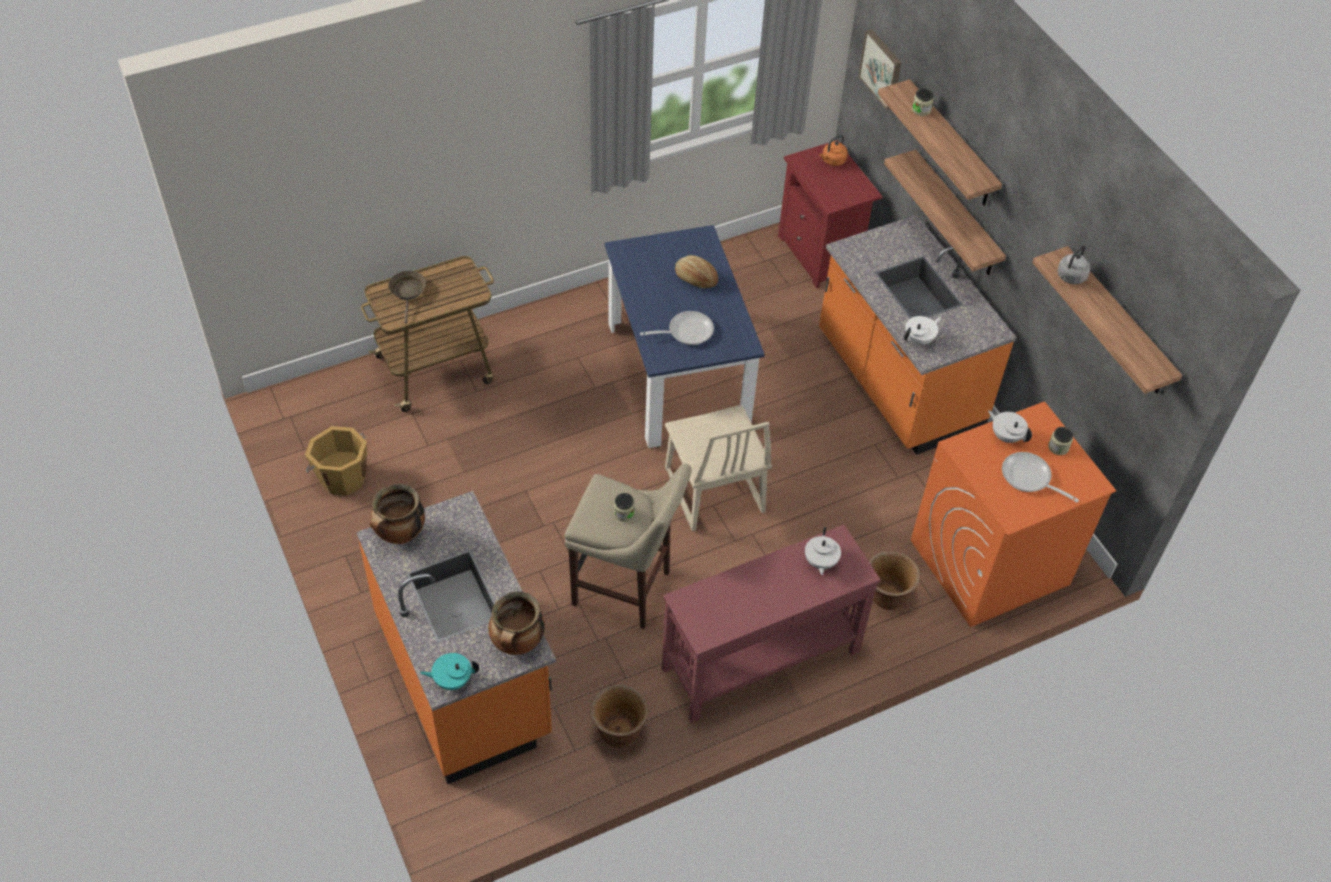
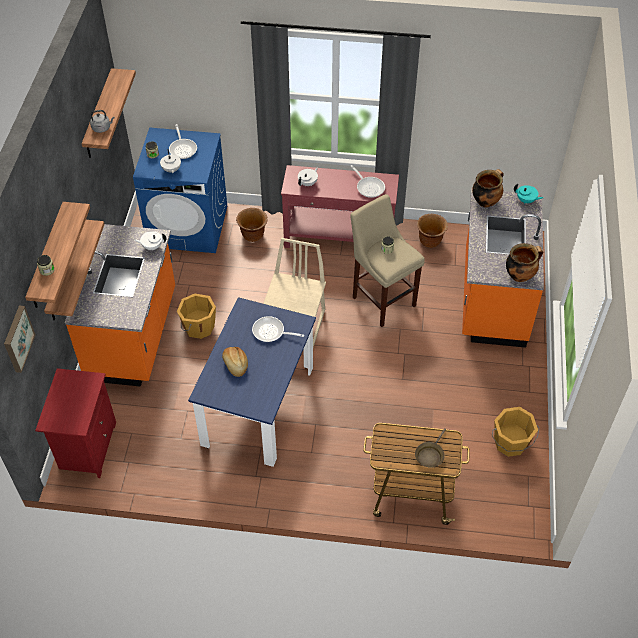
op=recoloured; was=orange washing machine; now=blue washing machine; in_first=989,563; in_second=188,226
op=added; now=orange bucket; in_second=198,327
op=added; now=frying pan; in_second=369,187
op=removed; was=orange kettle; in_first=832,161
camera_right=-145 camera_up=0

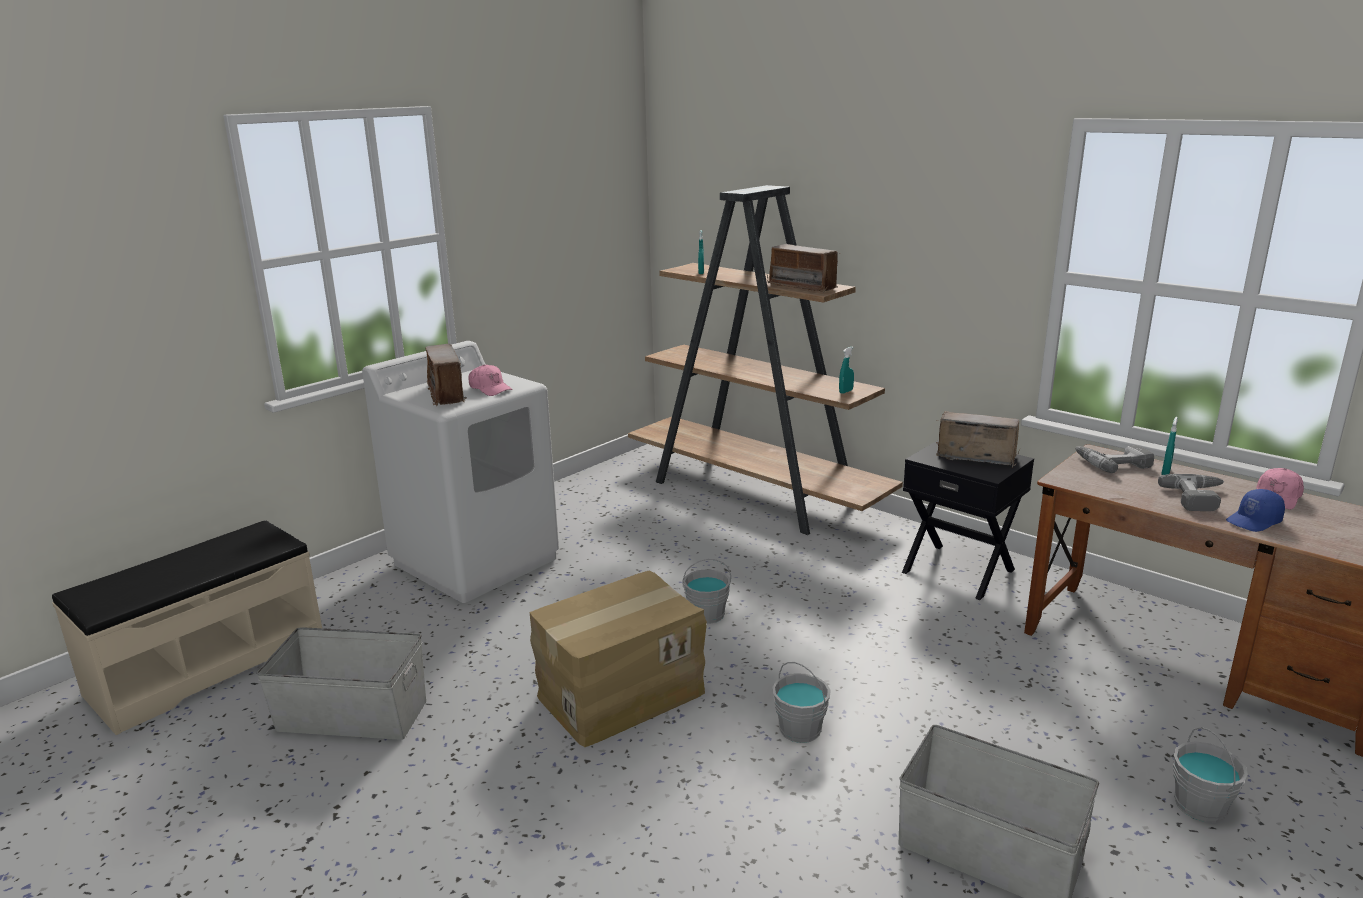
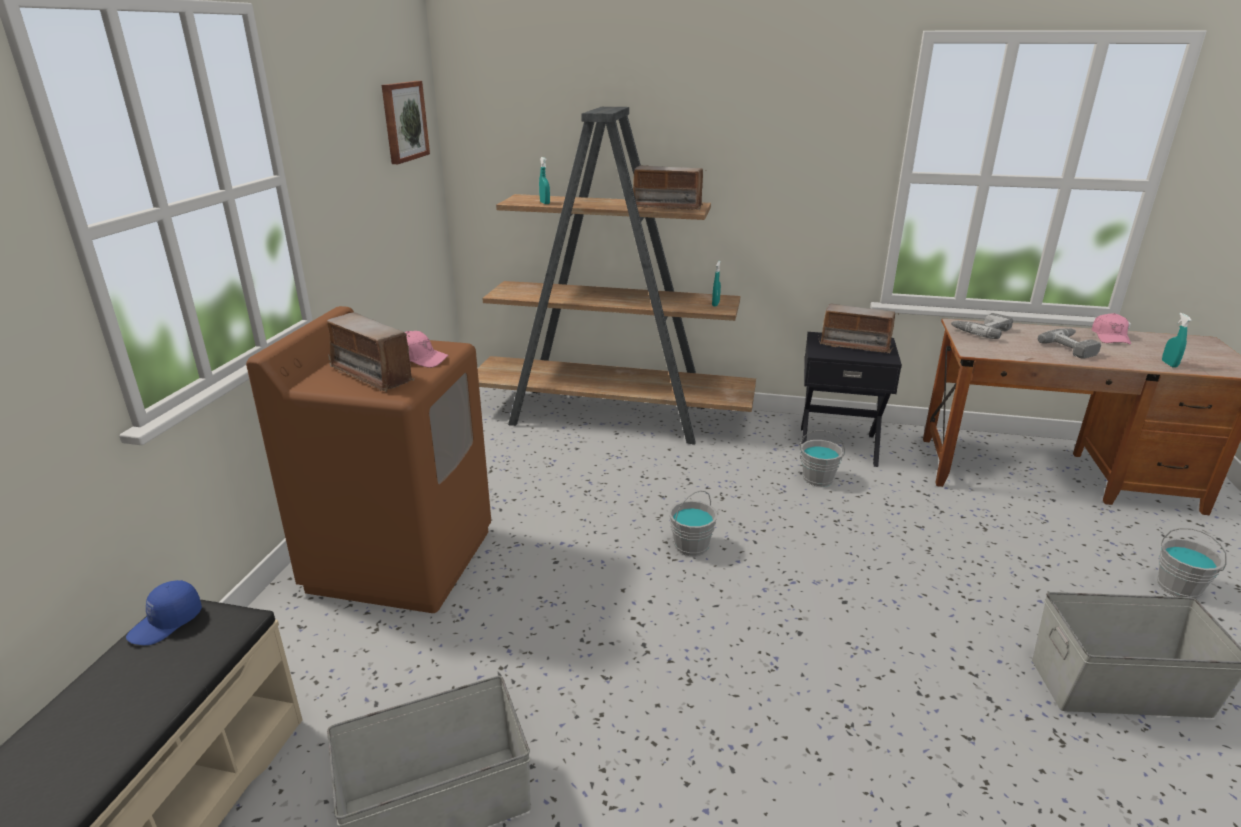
op=moved; was=blue cap; in_first=1254,521; in_second=166,623
op=recoloured; was=white washing machine; now=brown washing machine; in_first=476,561; in_second=402,558
op=added; now=picture; in_second=404,121
op=moved; was=grey bucket; in_first=800,729; in_second=818,478
op=turned; was=radio; in_first=975,457; in_second=855,345; clockwise=-150
op=moved; was=turquoise spray bottle; in_first=1165,472; in_second=1169,364
op=removed; was=cardboard box; in_first=620,693
camera_right=-30 camera_up=5

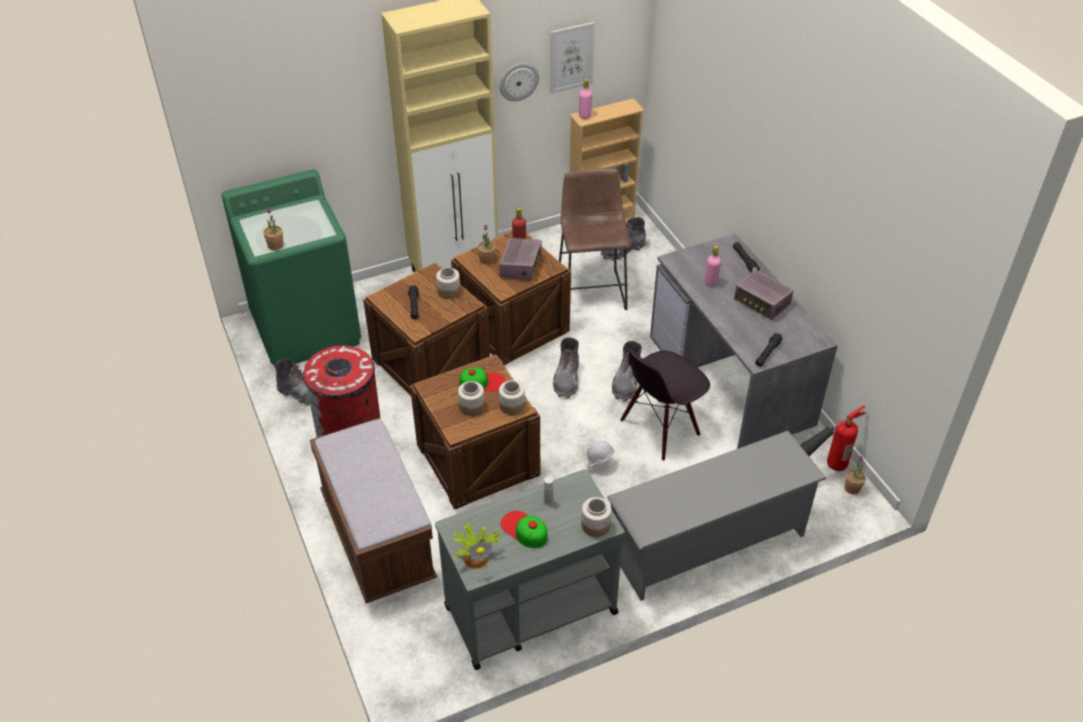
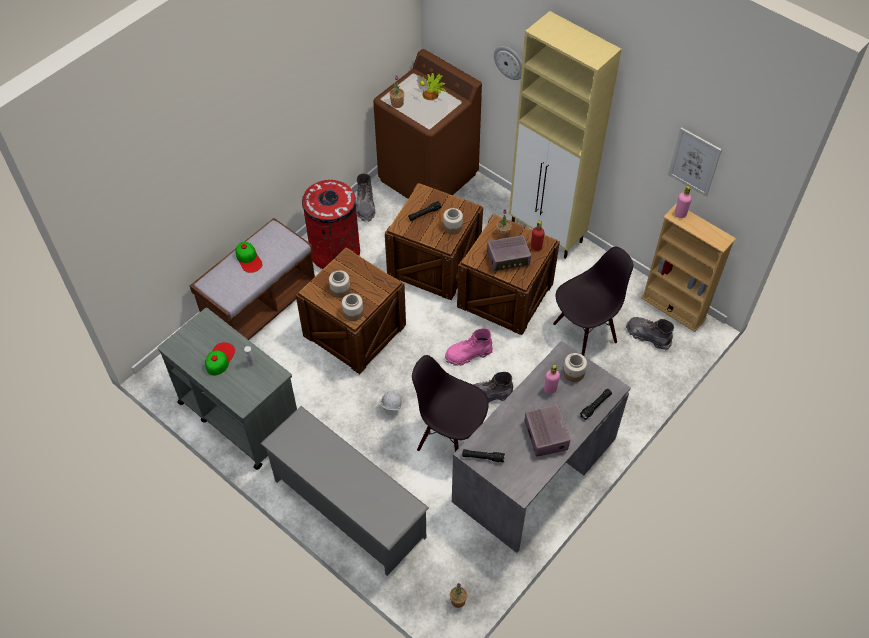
op=moved; was=cap; in_first=482,382; in_second=248,259
op=recoloured; was=green washing machine; now=brown washing machine; in_first=307,328; in_second=428,177
op=moved; was=potted plant; in_first=476,556; in_second=431,94
op=recoloured; was=grey boot; now=pink boot; in_first=566,379; in_second=468,354
op=moved; was=wall clock; in_first=518,81; in_second=509,62
op=turned; was=radio; in_first=762,303; in_second=546,435; clockwise=150
op=replaced; was=brown stool; now=black chair; in_first=591,288; in_second=584,332
op=moved; was=jar; in_first=596,525; in_second=573,373
op=removed; was=fire extinguisher; in_first=821,470
camera_right=65 camera_up=10

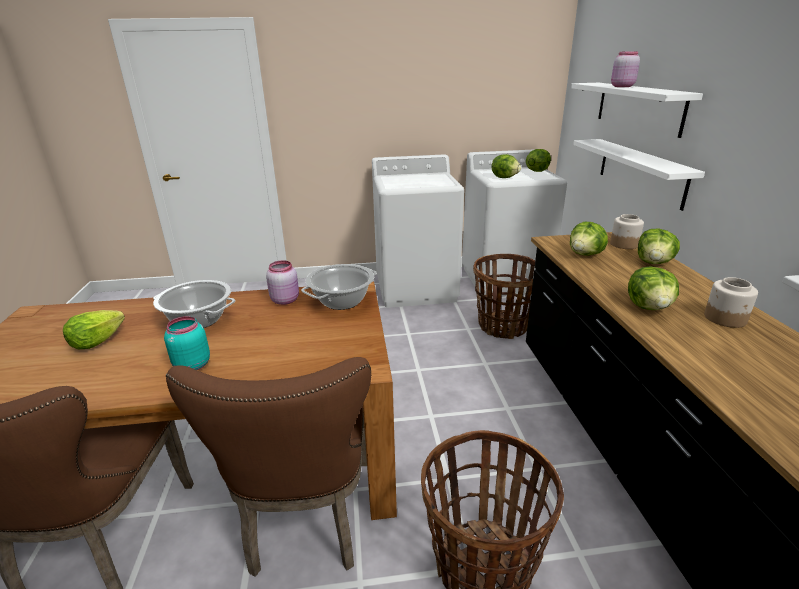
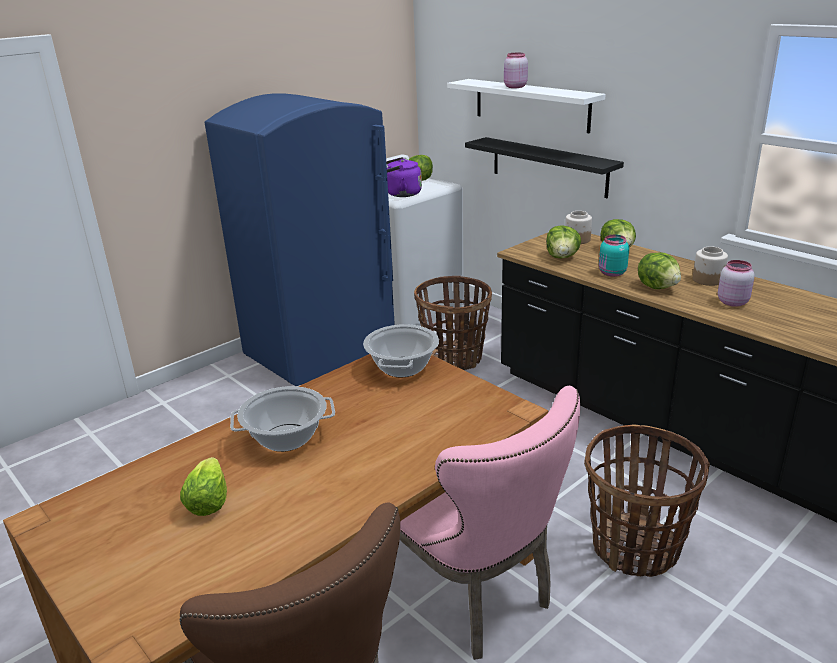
op=replaced; was=white washing machine; now=blue fridge; in_first=416,288; in_second=322,350
op=replaced; was=lettuce; now=purple kettle; in_first=505,177; in_second=401,194
op=recoloured; was=brown chair; now=pink chair; in_first=308,521; in_second=475,597
op=recoloured; was=white shelf; now=black shelf; in_first=640,171; in_second=548,166
op=moved; was=turquoise jar; in_first=191,365; in_second=611,273
op=moved; was=pink jar; in_first=285,300; in_second=732,302
camera_right=-35 camera_up=0

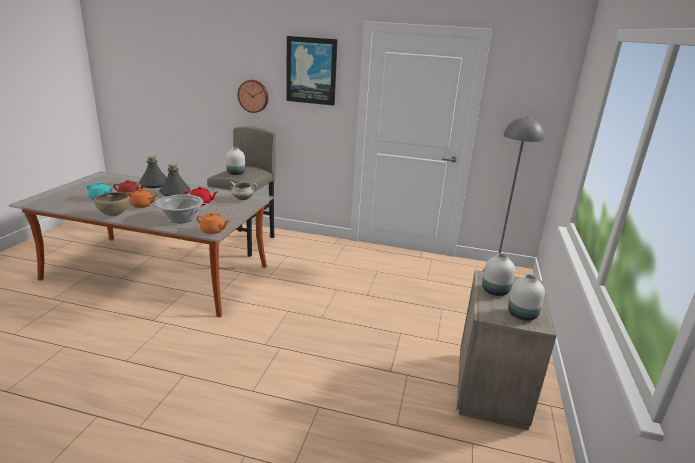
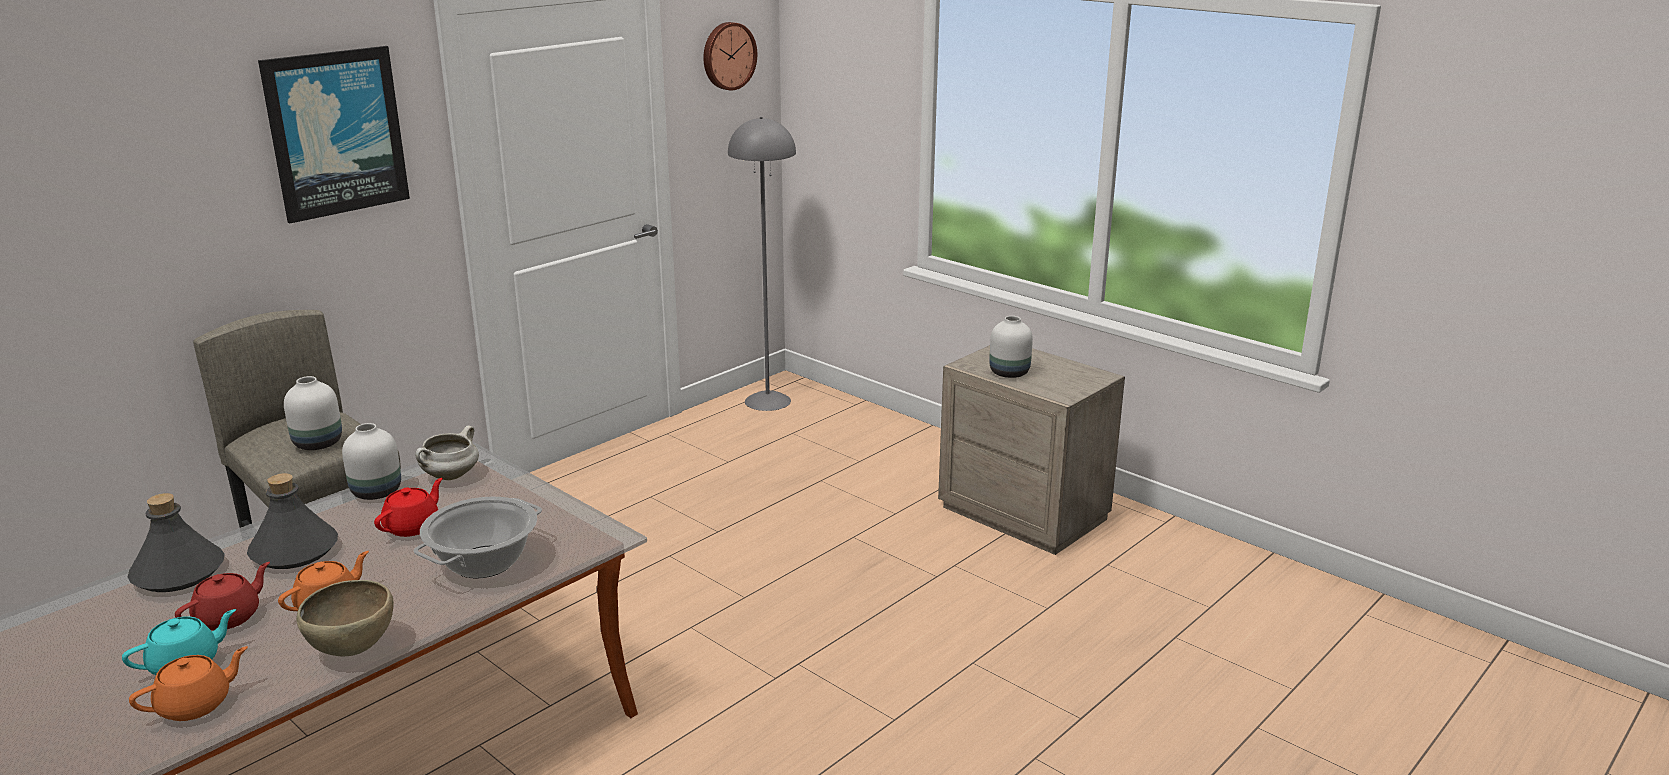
op=moved; was=orange teapot; in_first=213,231; in_second=196,705
op=moved; was=white vase; in_first=521,315; in_second=376,493
op=moved; was=wall clock; in_first=253,96; in_second=728,56
camera_right=-60 camera_up=0

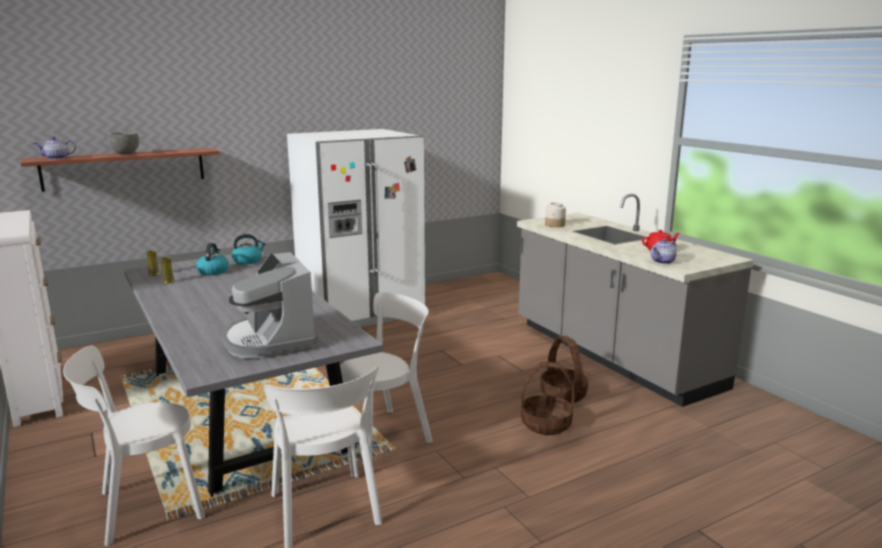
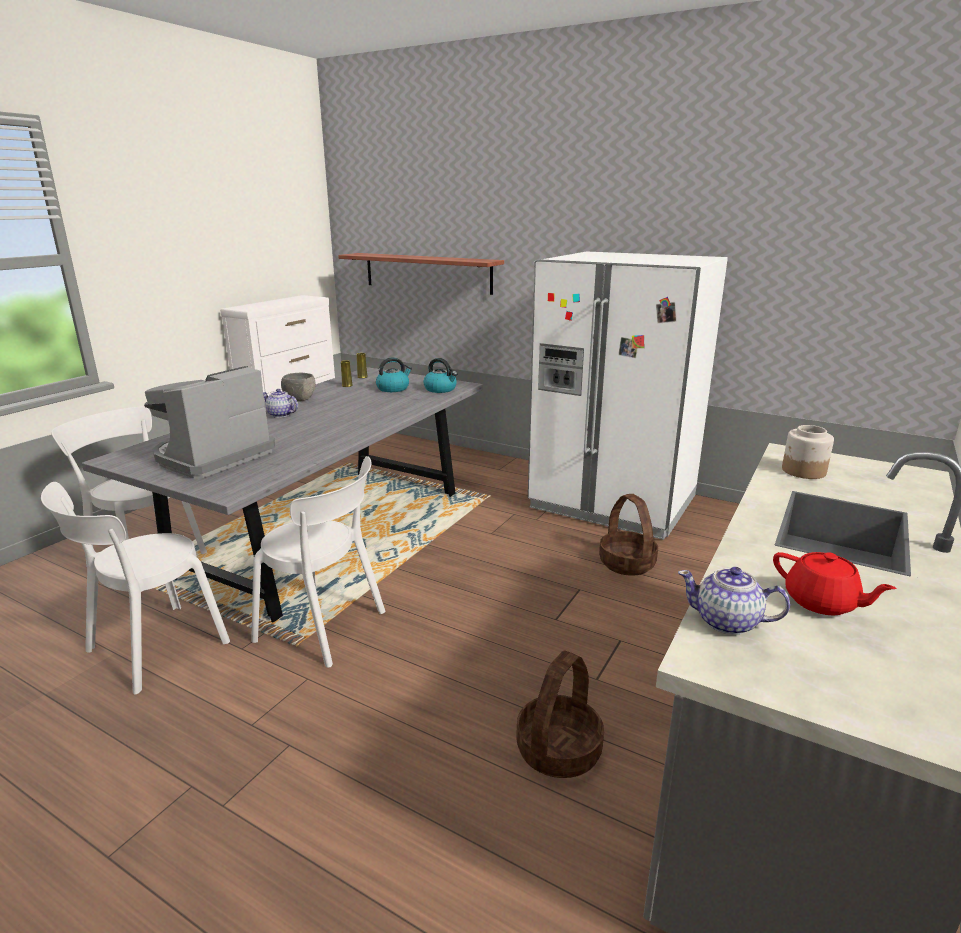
op=moved; was=teapot; in_first=57,158; in_second=281,415
op=moved; was=grey bowl; in_first=126,154; in_second=300,400
op=moved; was=basket; in_first=546,424; in_second=627,563
camera_right=60 camera_up=5

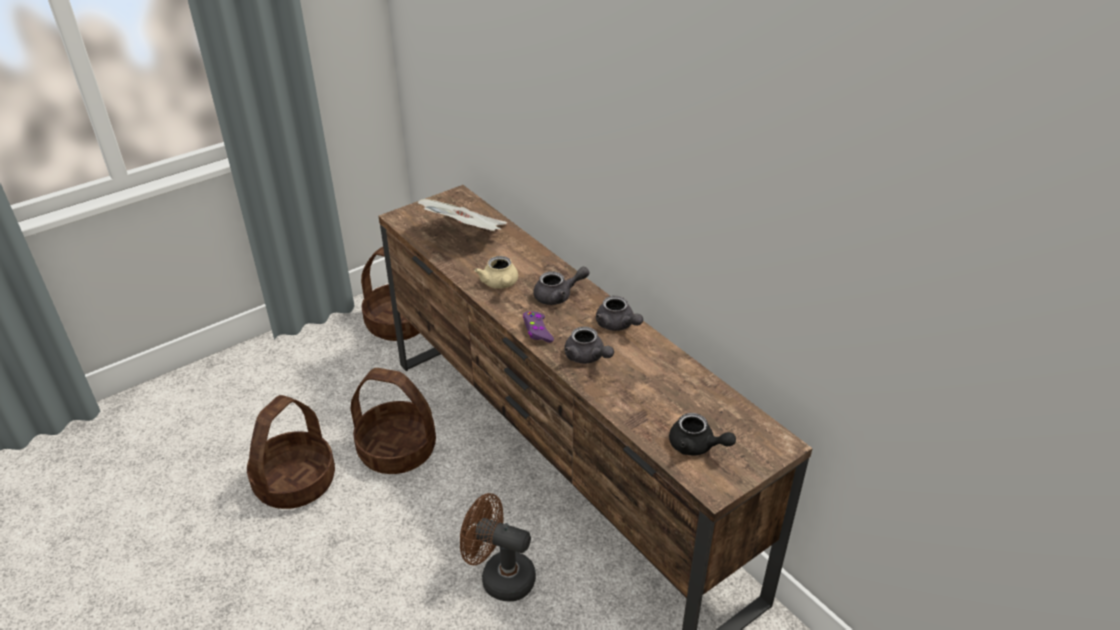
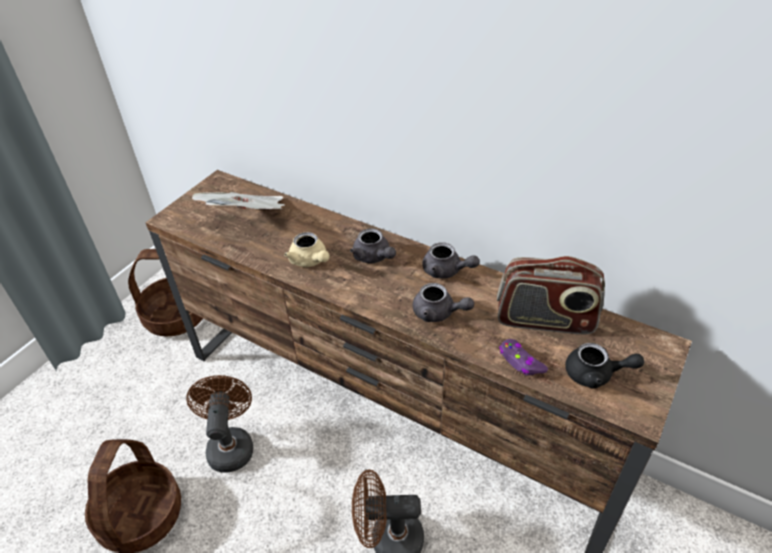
op=replaced; was=basket; now=brown fan; in_first=396,450; in_second=230,444
op=turned; was=grey teapot; in_first=558,296; in_second=374,257; clockwise=90
op=added; now=radio; in_second=545,320
op=moved; was=purple game controller; in_first=537,331; in_second=520,362
camera_right=-20 camera_up=5

